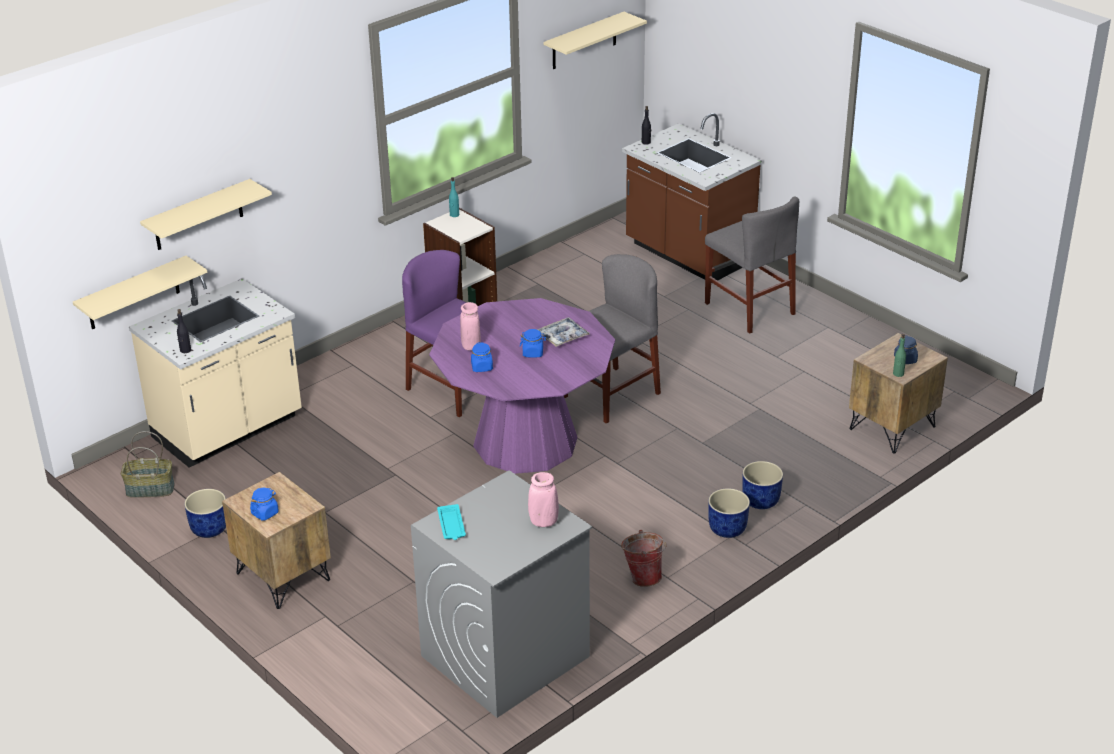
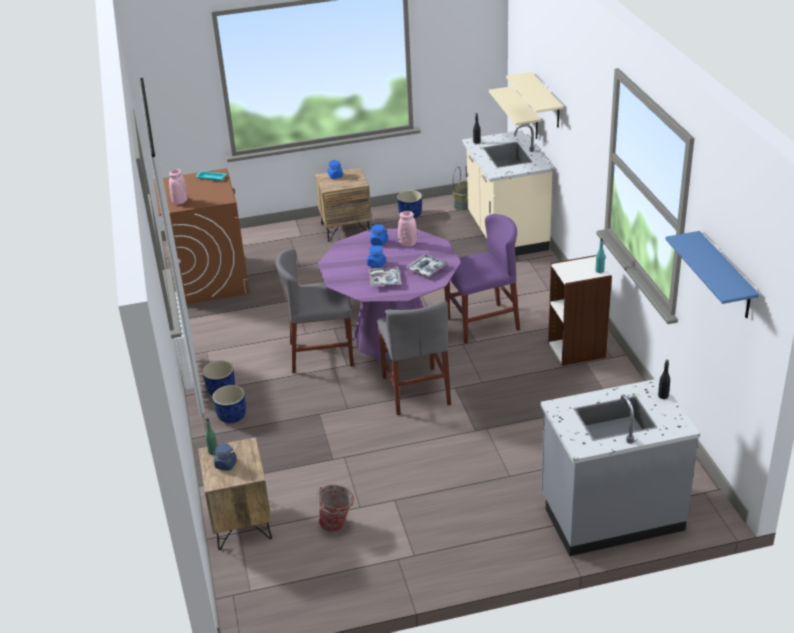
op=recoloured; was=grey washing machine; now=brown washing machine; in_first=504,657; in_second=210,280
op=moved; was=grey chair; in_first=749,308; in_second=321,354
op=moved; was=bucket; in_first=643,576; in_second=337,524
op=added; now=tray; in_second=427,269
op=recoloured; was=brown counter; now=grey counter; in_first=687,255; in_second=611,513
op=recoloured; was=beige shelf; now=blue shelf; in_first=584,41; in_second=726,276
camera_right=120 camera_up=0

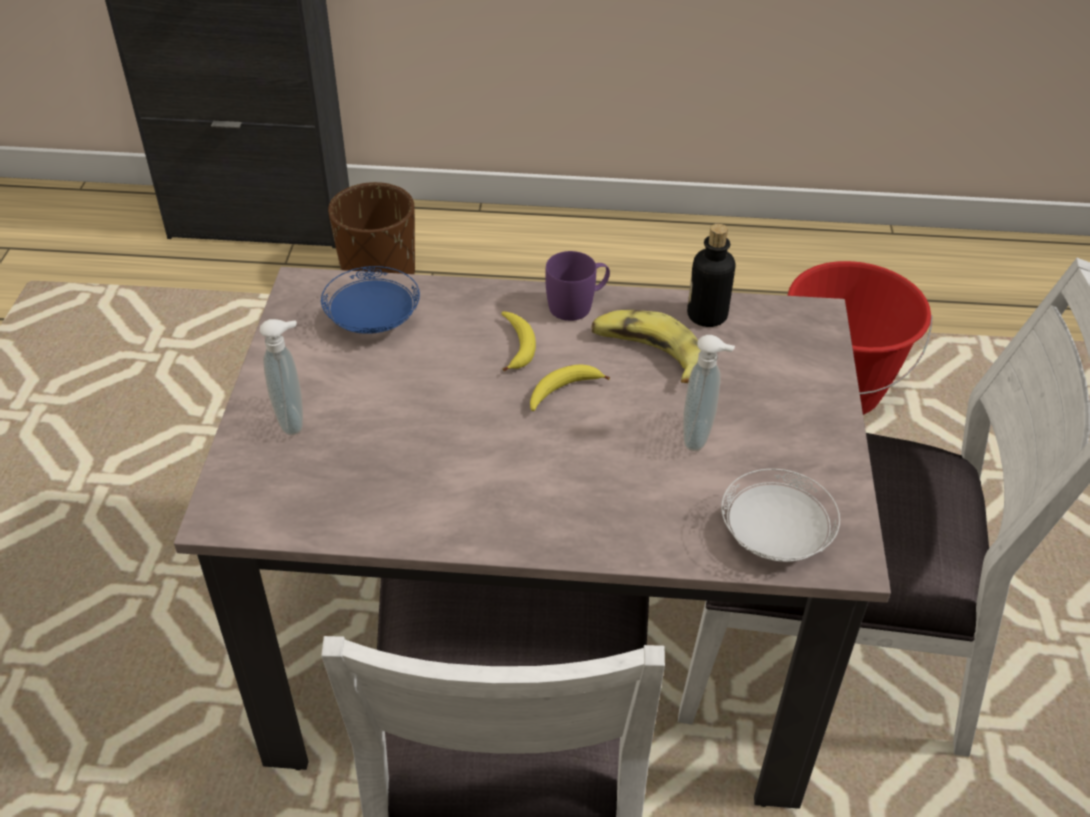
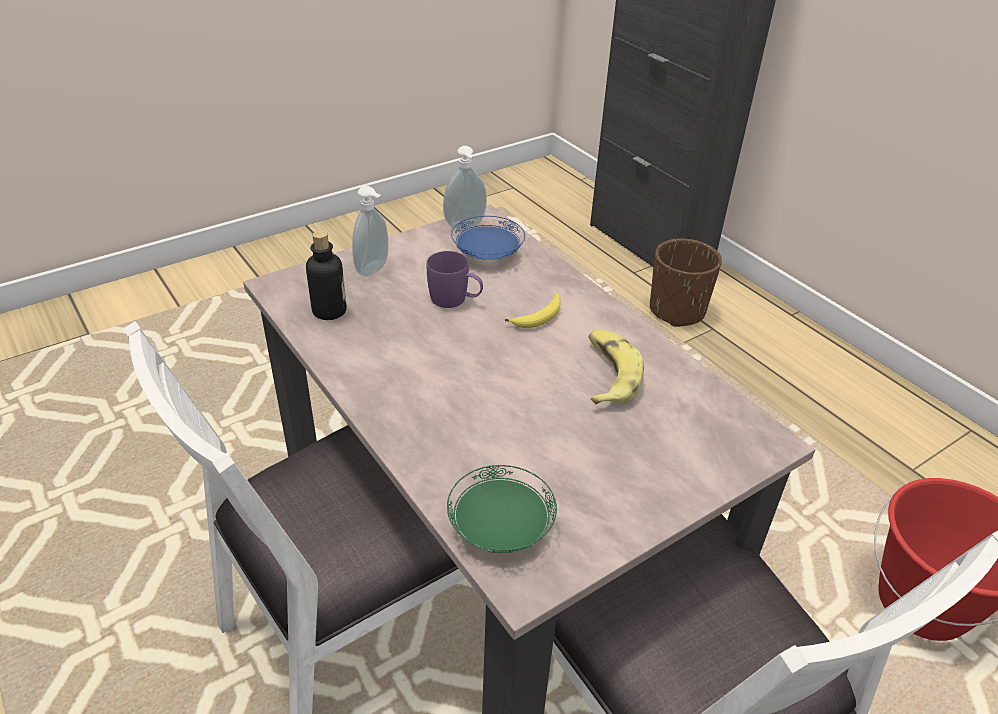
op=moved; was=bottle; in_first=707,315; in_second=329,311
op=moved; was=purple mug; in_first=578,305; in_second=455,300
op=moved; was=soap dispenser; in_first=700,436; in_second=465,226
op=recoloured; was=white plate; now=green plate; in_first=774,537; in_second=500,529
op=removed; was=banana; in_first=562,392
camera_right=50 camera_up=-5

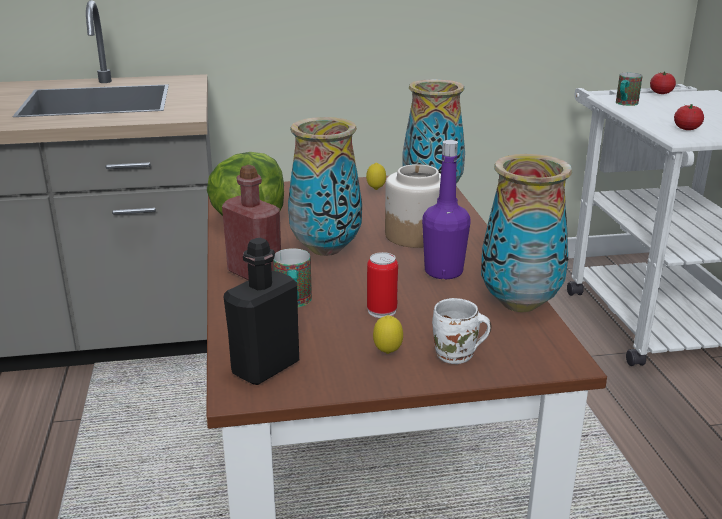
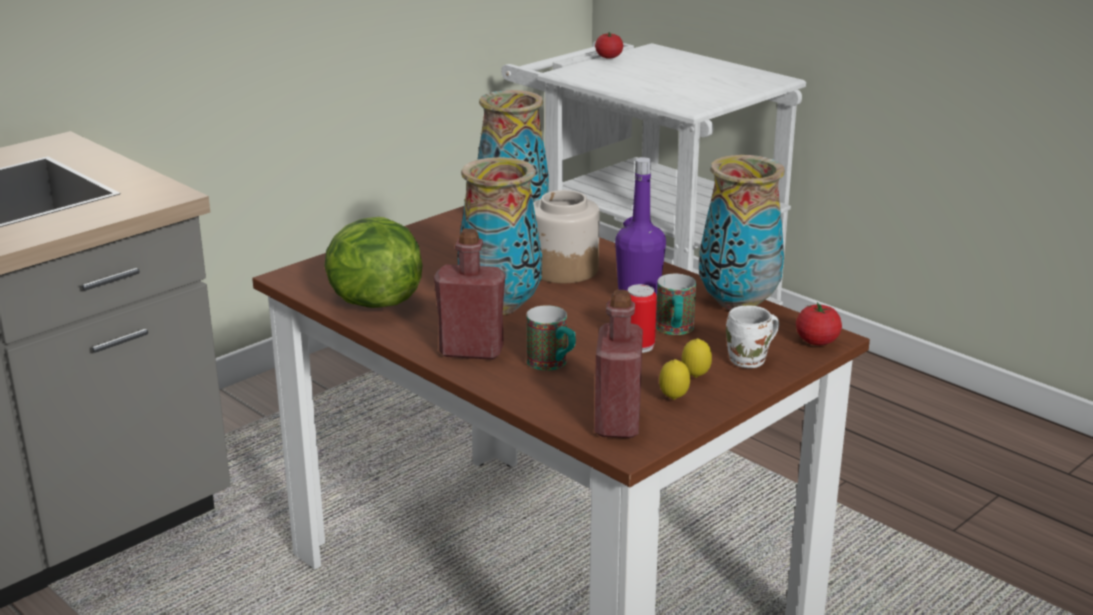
op=recoloured; was=black bottle; now=red bottle; in_first=265,368; in_second=617,423
op=moved; was=mug; in_first=625,104; in_second=675,331
op=moved; was=lemon; in_first=376,189; in_second=673,399
op=moved; was=tomato; in_first=686,129; in_second=817,341
camera_right=-35 camera_up=0

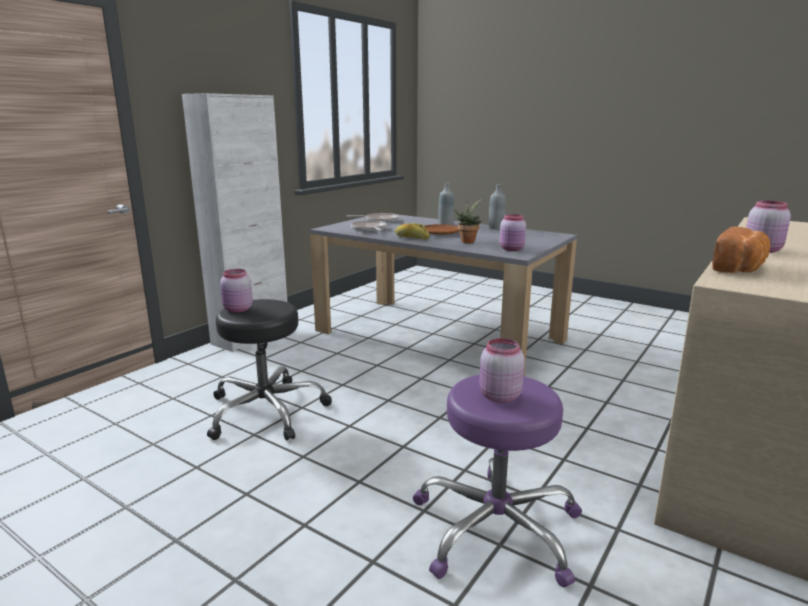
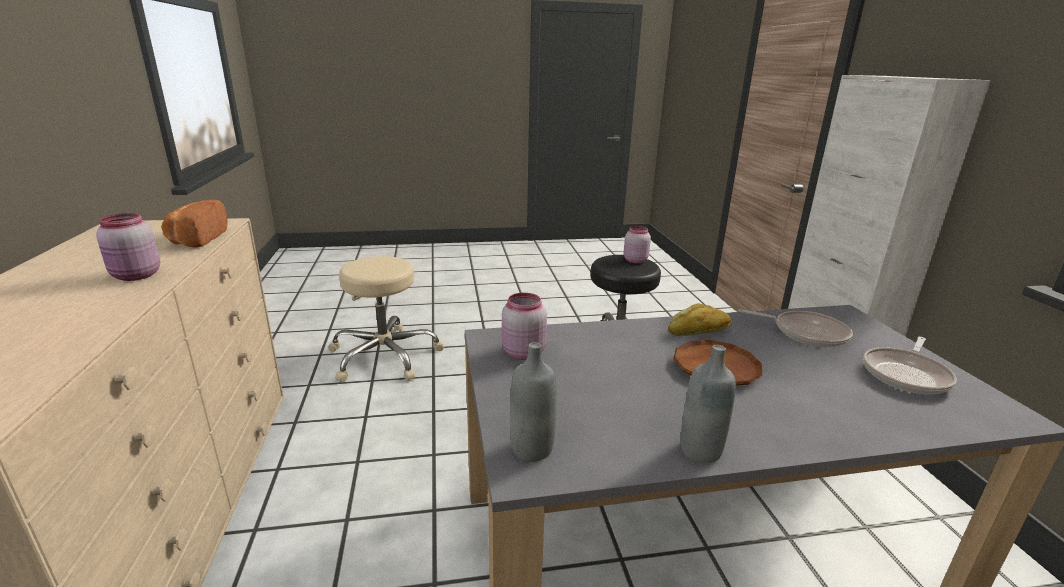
op=recoloured; was=purple stool; now=beige stool; in_first=496,528; in_second=385,356
op=moved; was=grey bottle; in_first=446,225; in_second=532,449
op=removed; was=potted plant; in_first=467,241
op=removed; was=pink jar; in_first=498,396
camera_right=135 camera_up=5

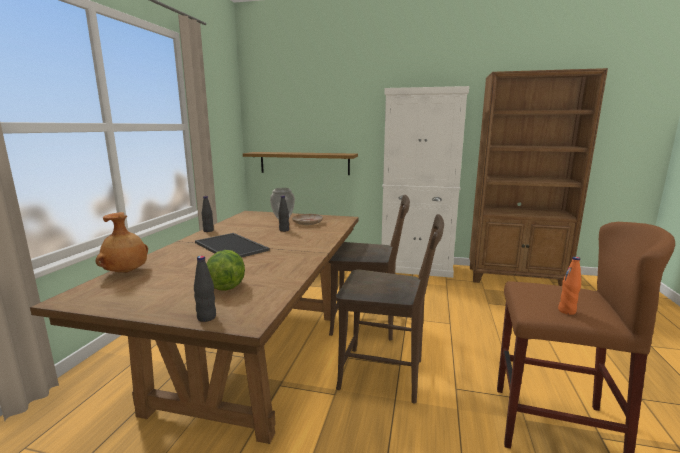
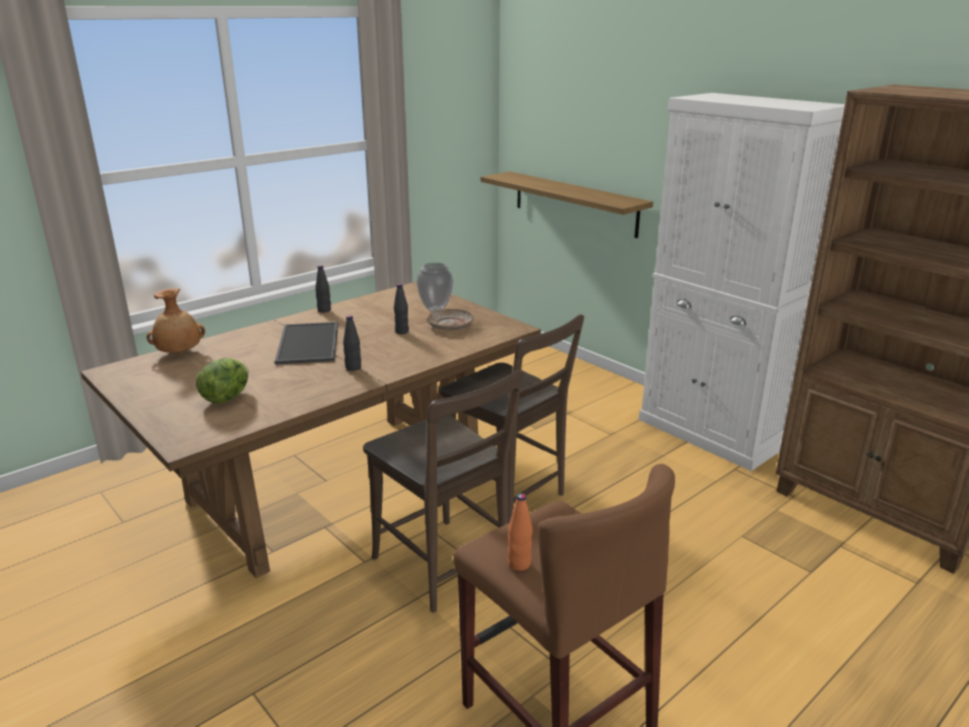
op=moved; was=black bottle; in_first=206,317; in_second=353,368
camera_right=35 camera_up=10

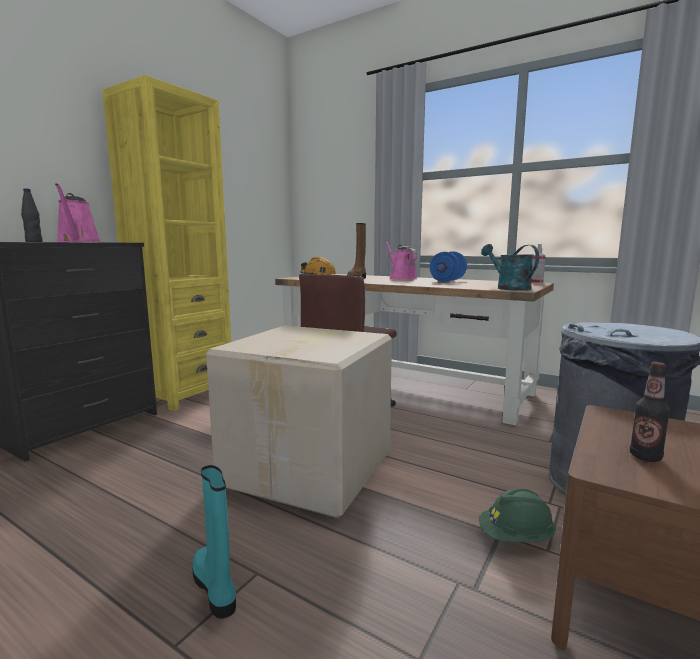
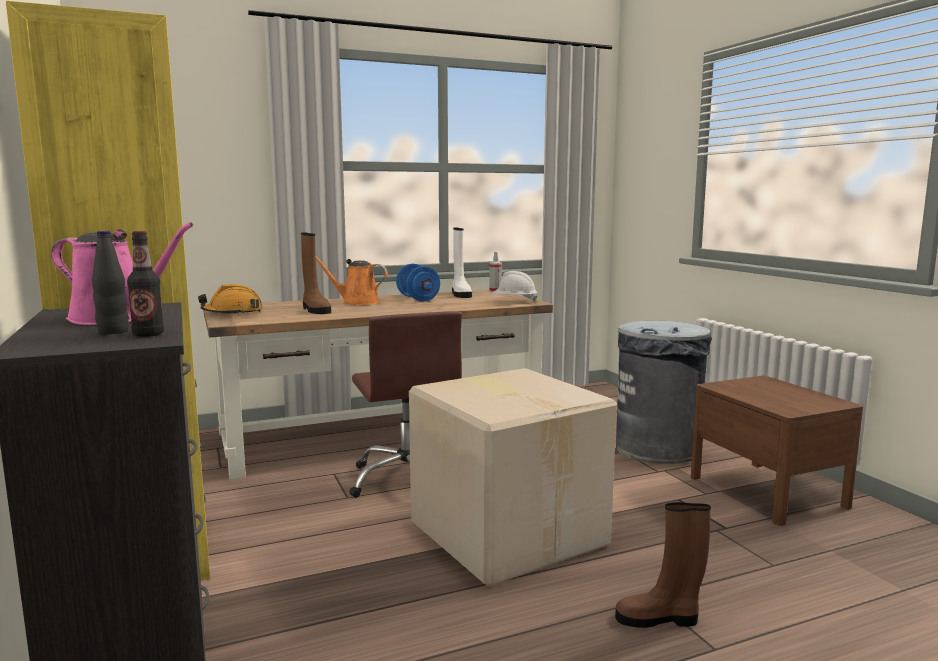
op=moved; was=bottle; in_first=645,457; in_second=148,334
op=recoloured; was=pink watering can; now=orange watering can; in_first=401,278; in_second=357,302
op=added; now=white boot; in_second=460,294
op=replaced; was=turquoise watering can; now=white hard hat; in_first=508,288; in_second=514,301
op=recoloured; was=turquoise boot; now=brown boot; in_first=216,588; in_second=659,619
op=removed; was=green hard hat; in_first=516,538
camera_right=-55 camera_up=0

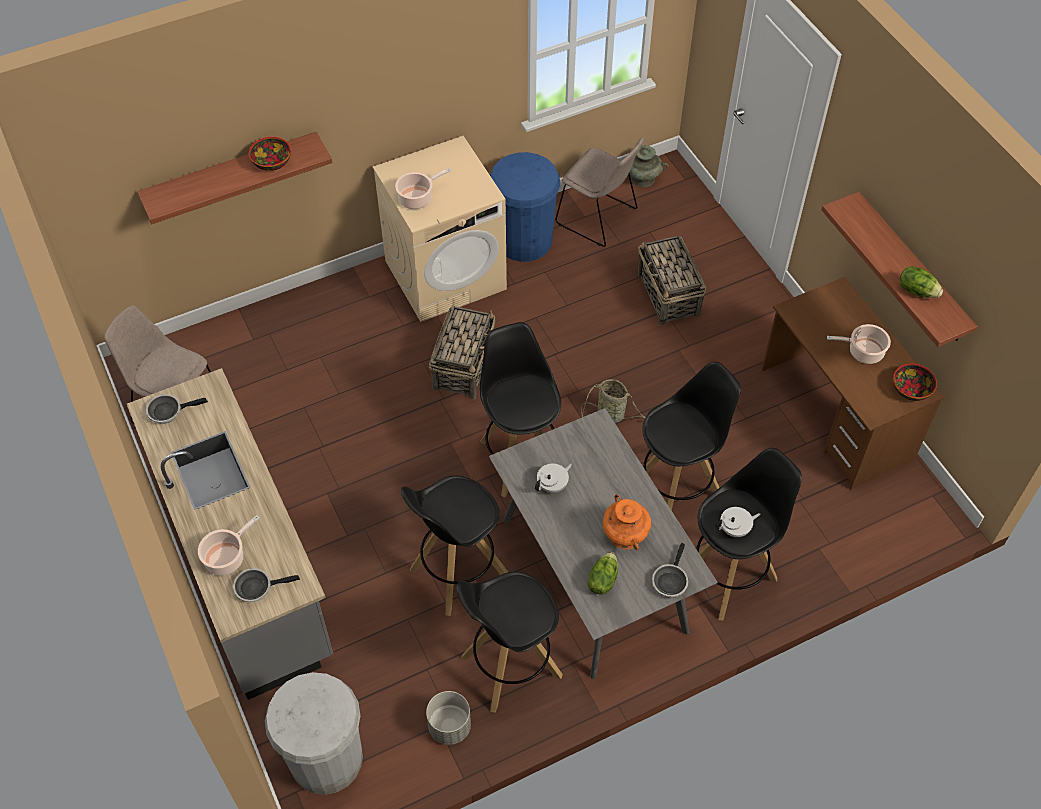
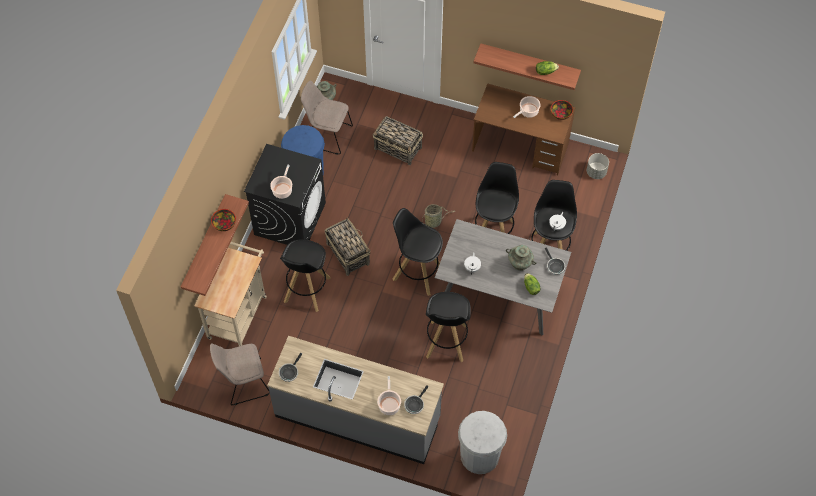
op=added; now=beige cart; in_second=238,313
op=recoloured; was=beige washing machine; now=black washing machine; in_first=446,274; in_second=290,218
op=moved; was=black stool; in_first=510,667; in_second=306,290
op=turned; was=beige chair; in_first=598,218; in_second=327,135; clockwise=-150
op=recoloured; was=orange vase; now=turquoise vase; in_first=624,534; in_second=520,263
op=moved; was=grey planter; in_first=449,727; in_second=596,172
camera_right=-45 camera_up=5

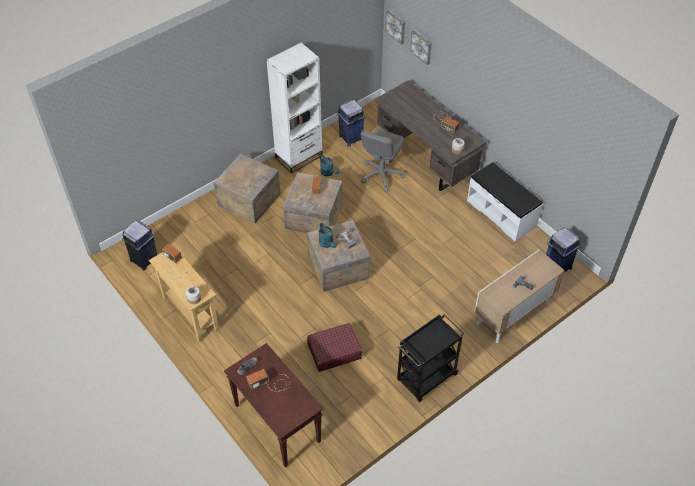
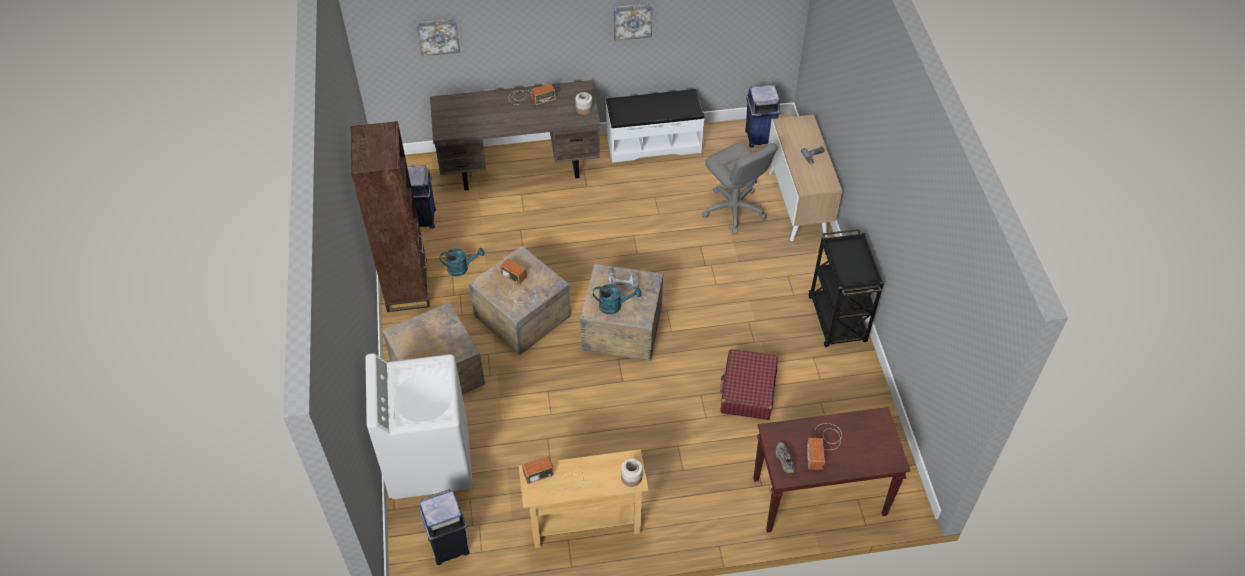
op=recoloured; was=white bookcase; now=brown bookcase; in_first=299,157; in_second=407,286
op=added; now=white washing machine; in_second=429,459
op=moved; was=picture; in_first=396,26; in_second=632,20
op=moved; was=grey office chair; in_first=381,175; in_second=733,210
camera_right=-60 camera_up=0

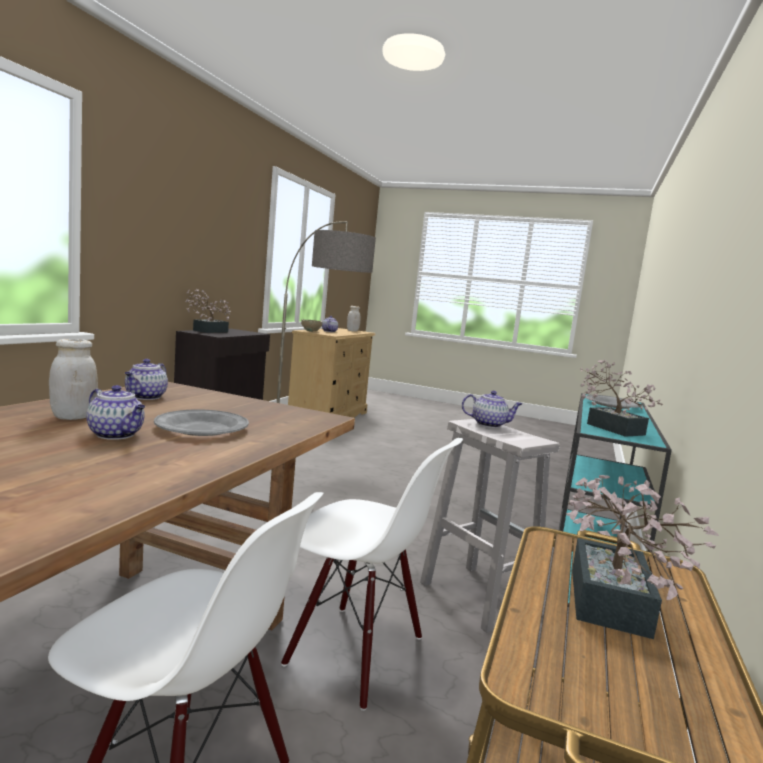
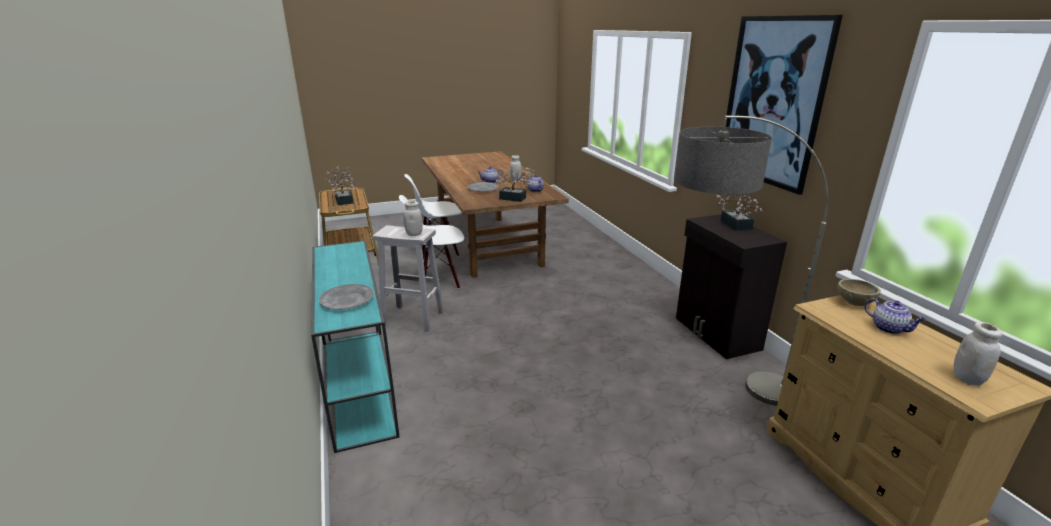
op=replaced; was=teapot; now=white jar; in_first=489,424; in_second=414,234
op=moved; was=potted plant; in_first=610,427; in_second=515,198
op=added; now=picture; in_second=772,102
camera_right=140 camera_up=15

